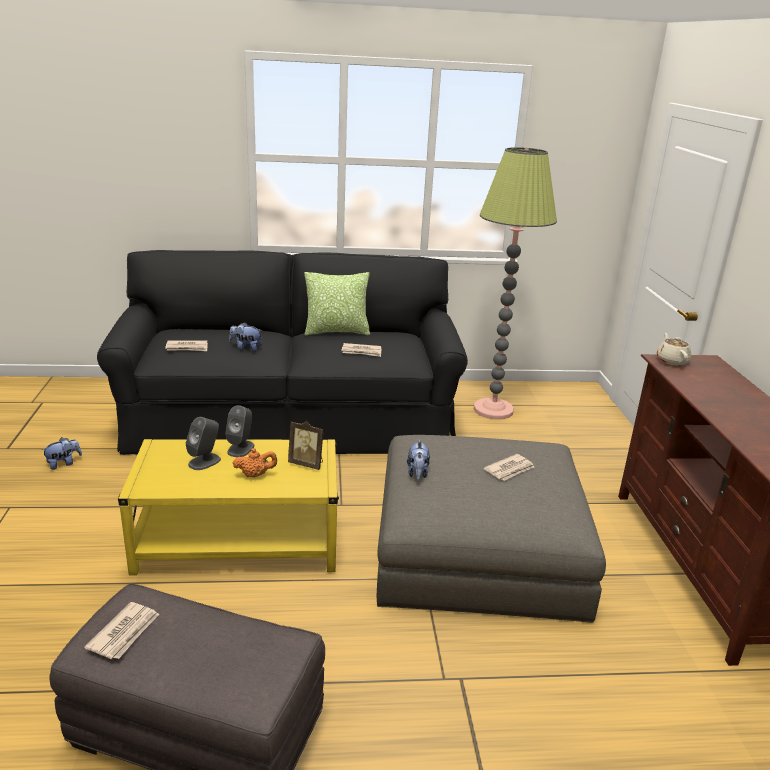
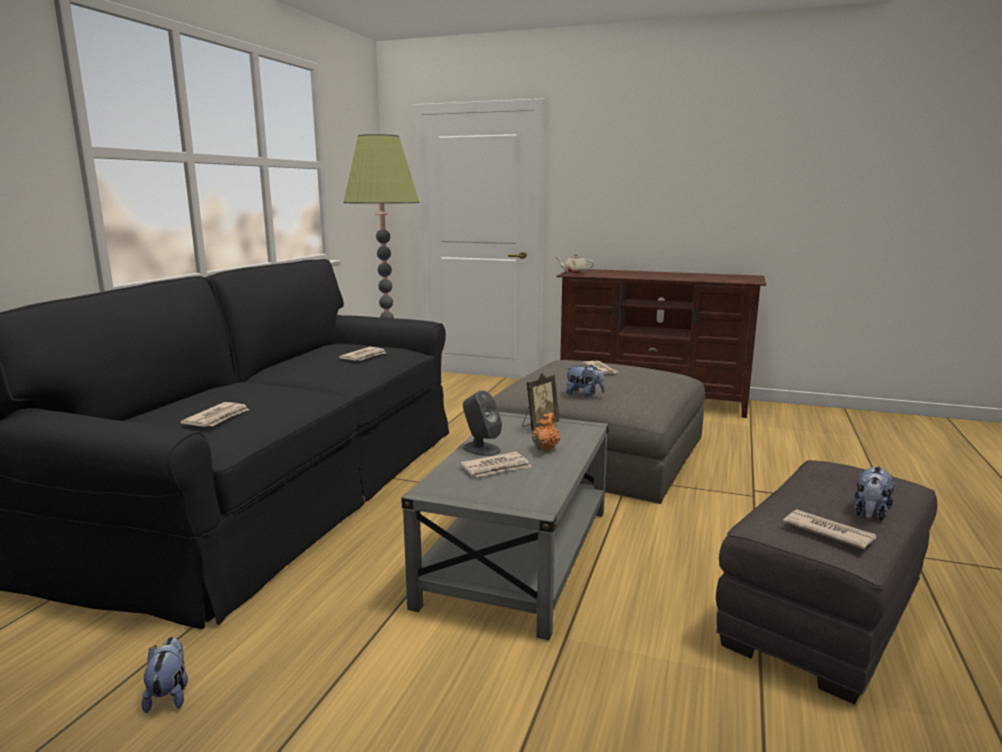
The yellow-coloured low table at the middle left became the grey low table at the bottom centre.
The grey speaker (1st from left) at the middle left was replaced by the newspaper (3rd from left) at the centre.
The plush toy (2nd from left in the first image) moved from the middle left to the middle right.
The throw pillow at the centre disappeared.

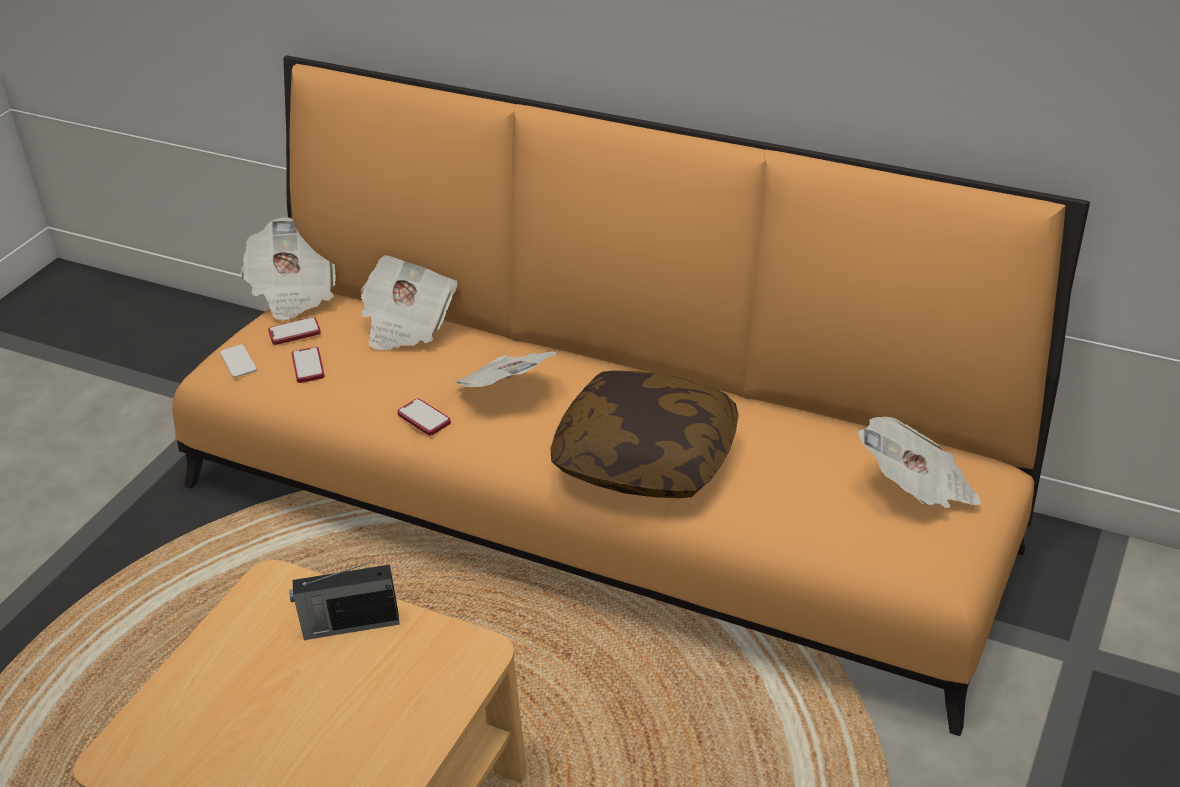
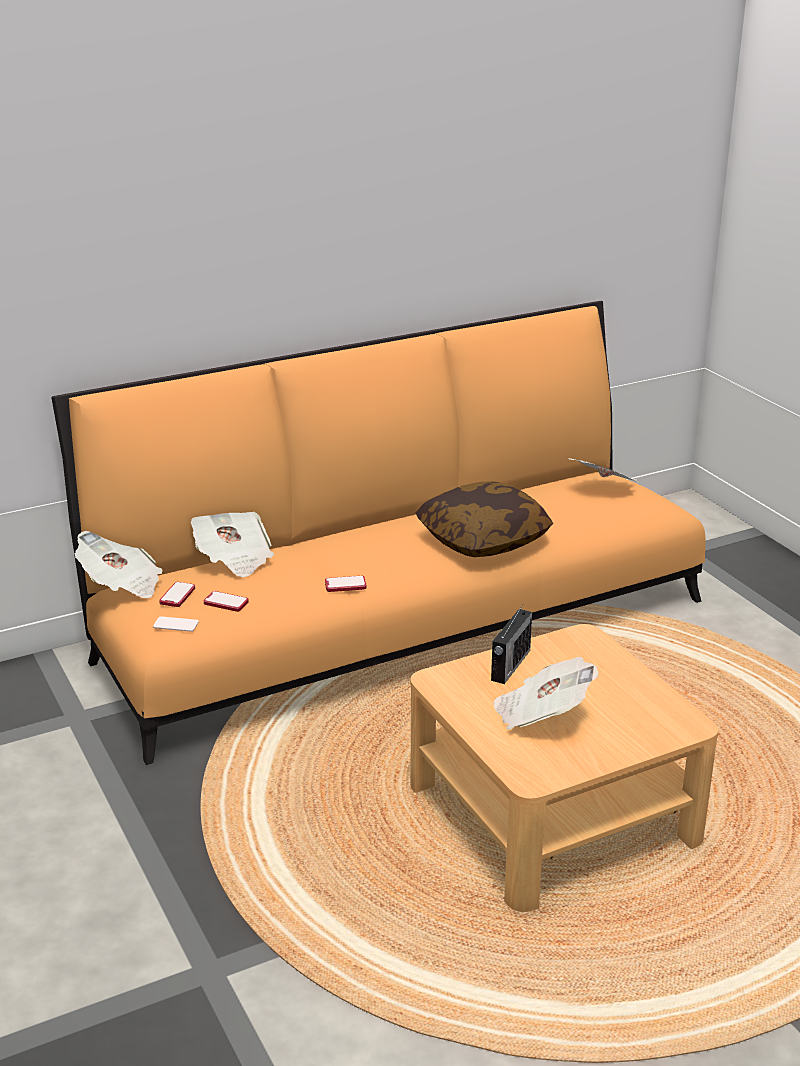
The newspaper (3rd from left) moved from the centre to the middle right.

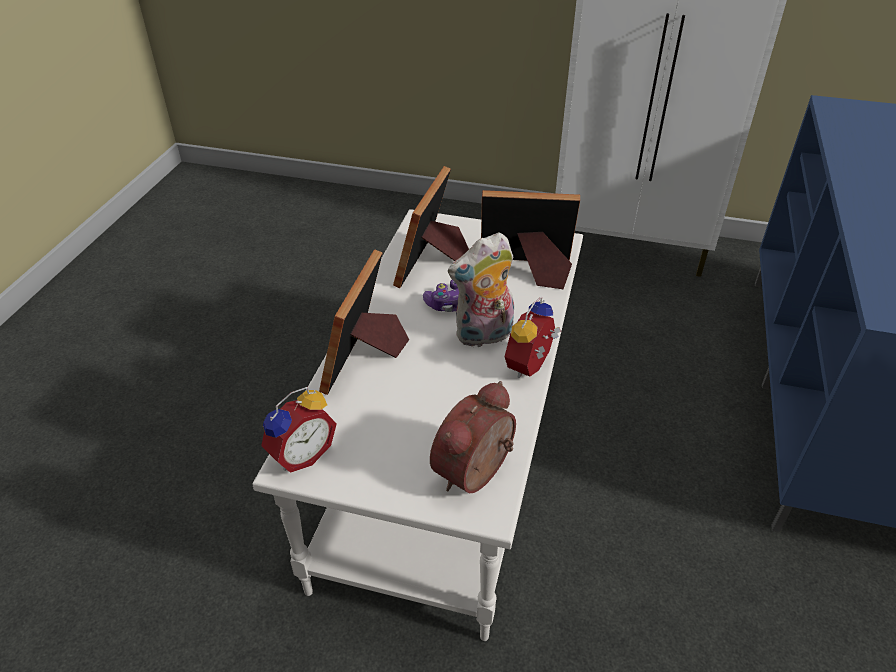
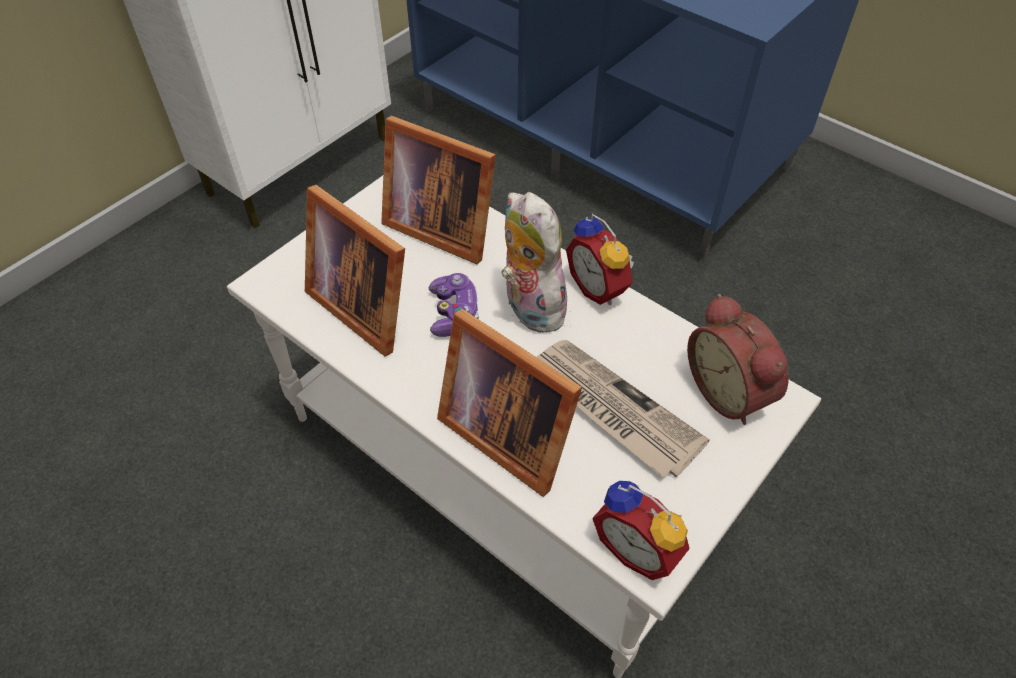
The bedside clock (1st from left in the first image) at the centre turned 150 degrees clockwise.
The plush toy at the centre turned 150 degrees clockwise.
The picture frame (3rd from left in the first image) at the centre turned 90 degrees counterclockwise.
The newspaper at the centre appeared.

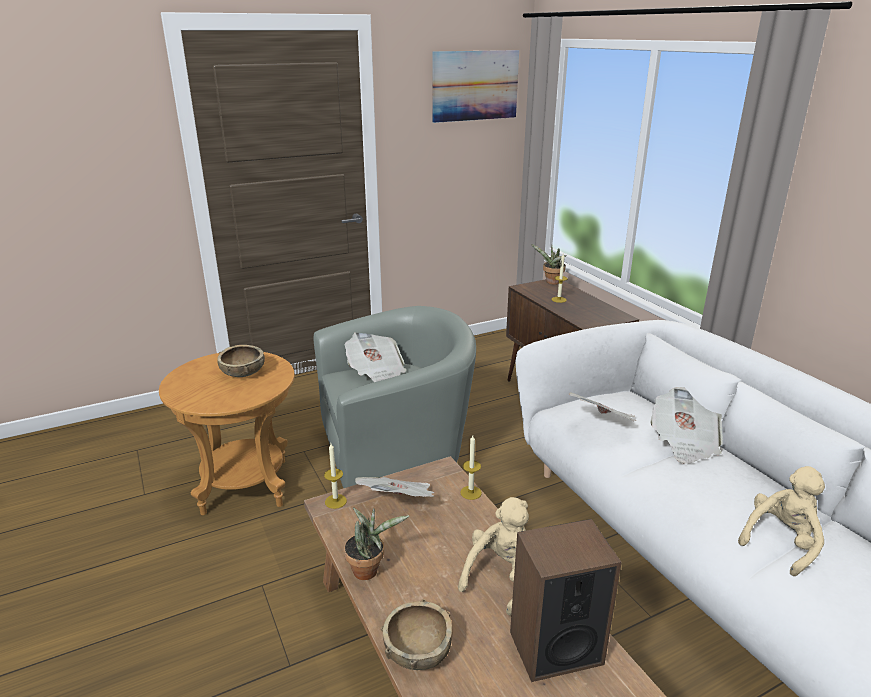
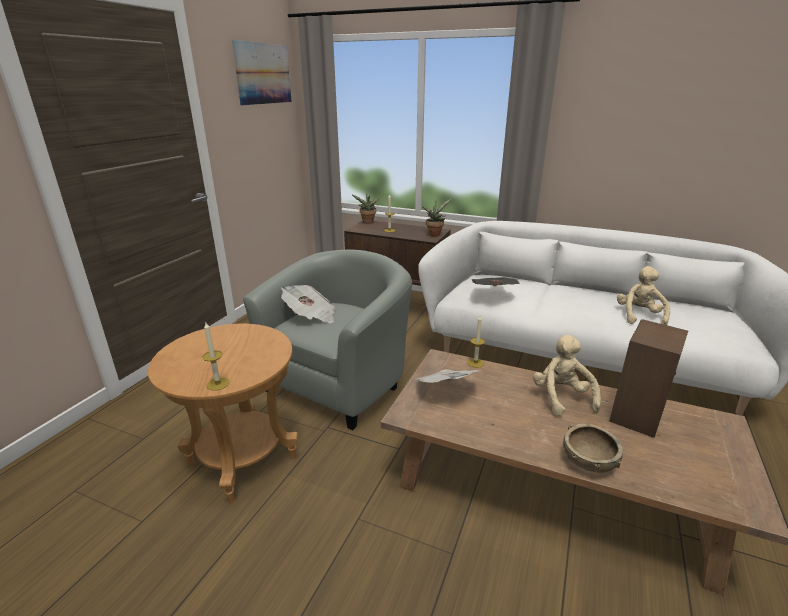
The brown-coloured deep dish (1st from left) at the middle left disappeared.
The wax light (1st from left) moved from the bottom centre to the middle left.
The houseplant (1st from left in the first image) moved from the bottom centre to the centre.
The newspaper (4th from left) at the middle right disappeared.

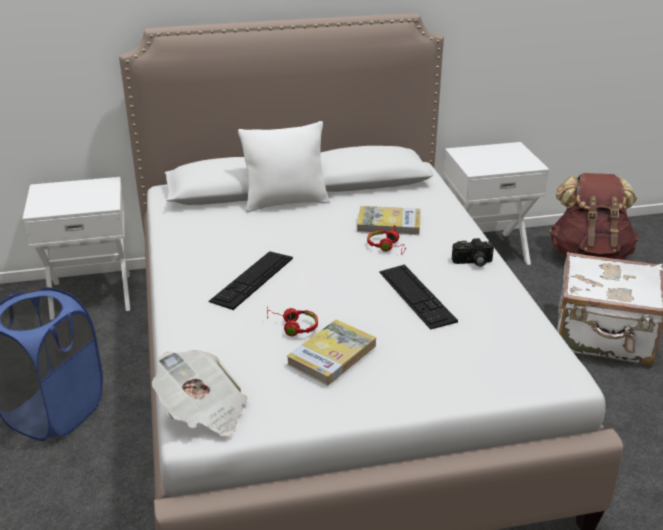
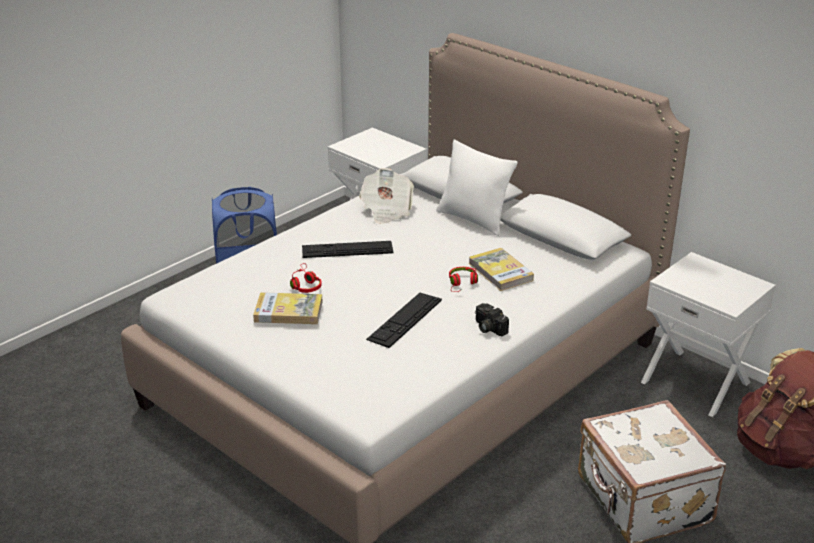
The newspaper moved from the bottom left to the centre.

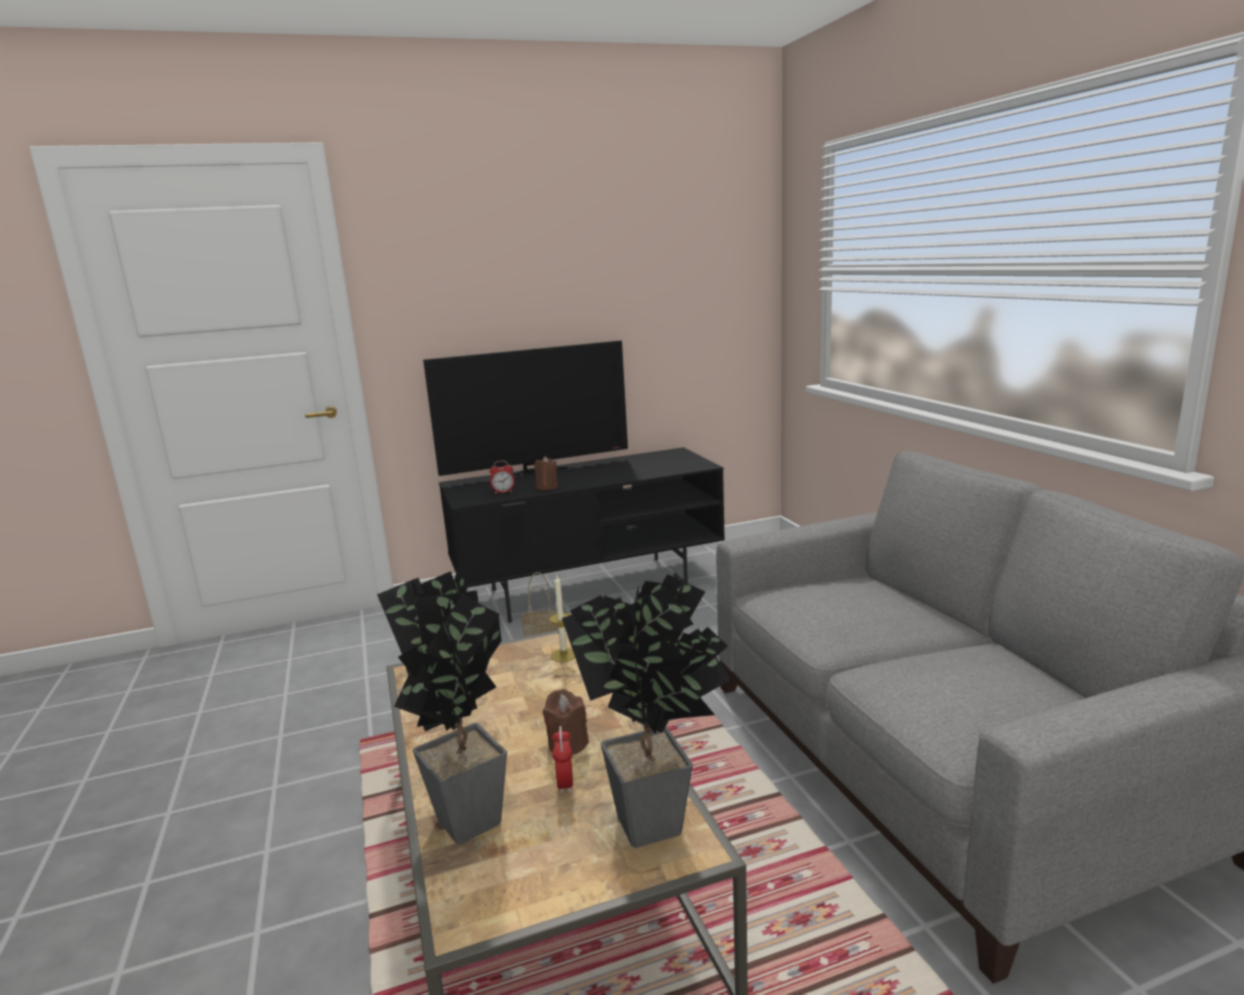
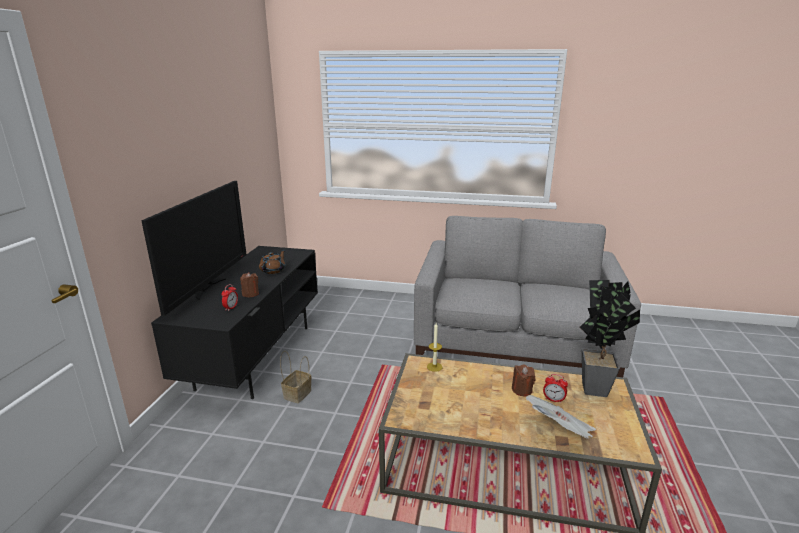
The houseplant (1st from left) at the bottom centre was replaced by the newspaper at the bottom right.
The brown-coloured teapot at the centre appeared.

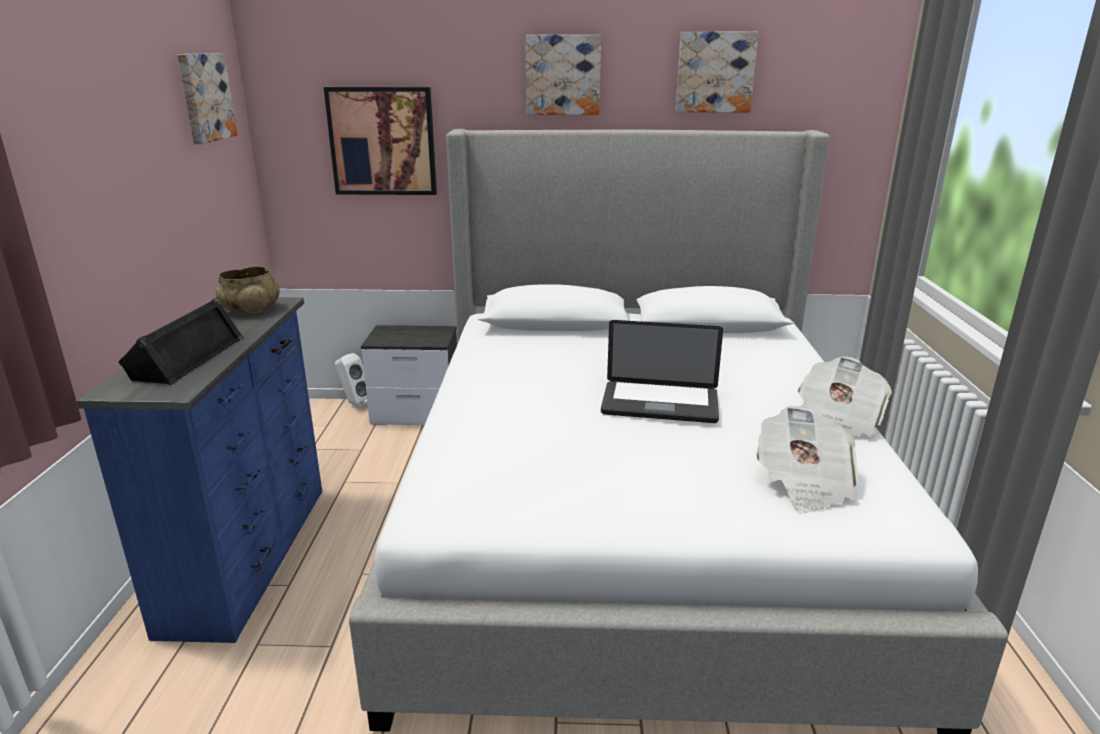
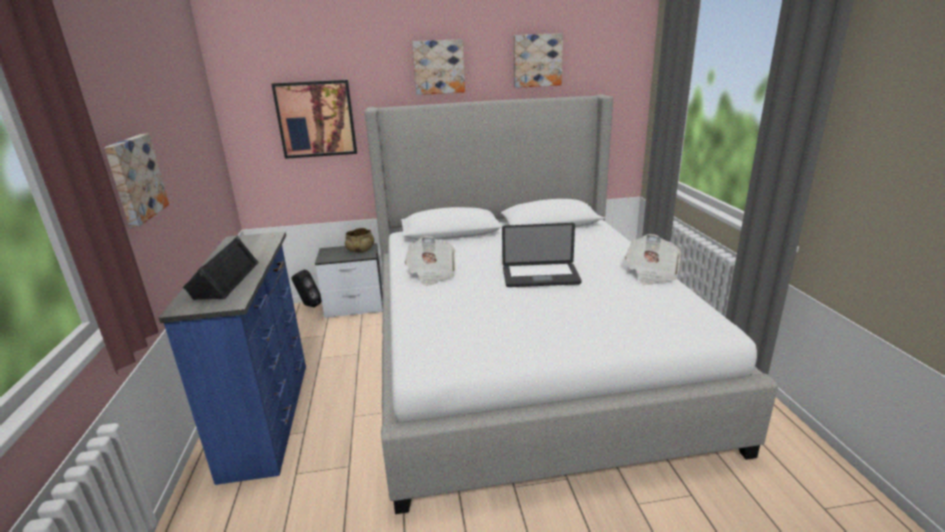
The wall art (1st from left) moved from the top left to the middle left.
The beige-coloured deep dish moved from the middle left to the centre.
The white-coloured speaker at the middle left became the black-coloured speaker (2nd from left) at the middle left.
The newspaper (1st from left) moved from the middle right to the centre.

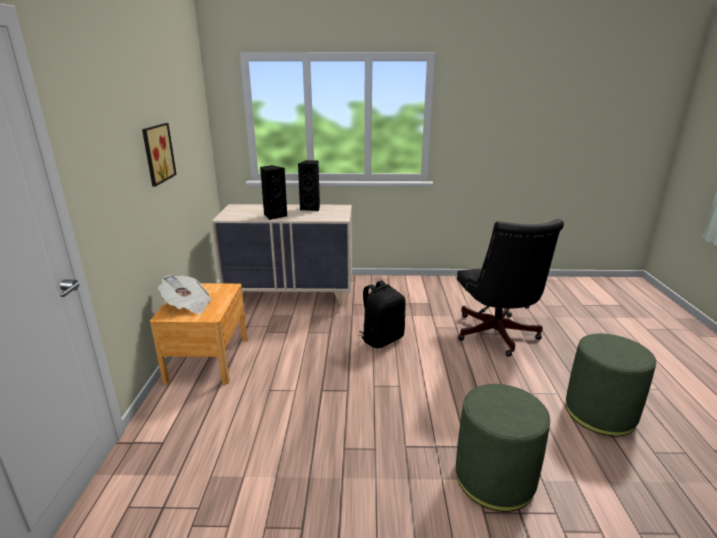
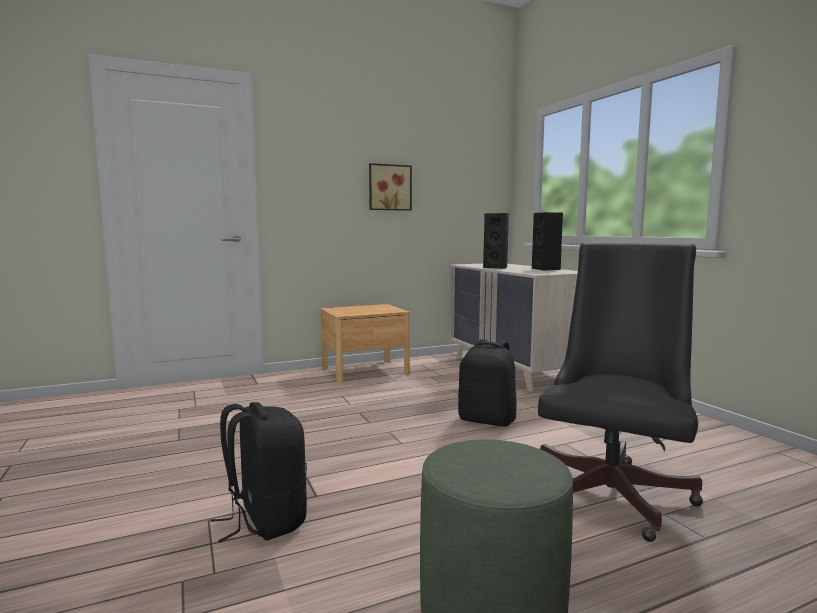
The newspaper at the middle left disappeared.
The green pouffe (1st from left) at the bottom right was replaced by the black-coloured knapsack (1st from left) at the bottom left.
The black-coloured computer chair at the middle right turned 150 degrees clockwise.

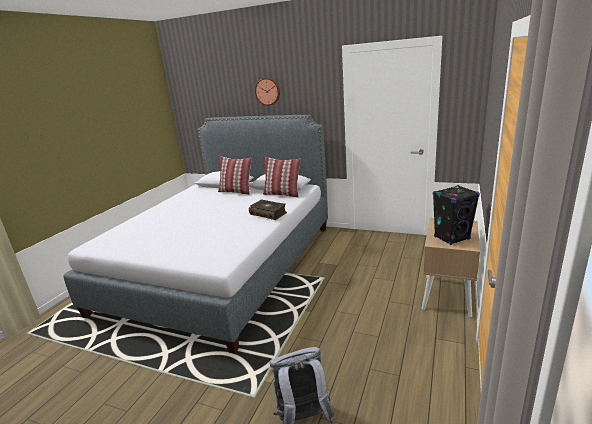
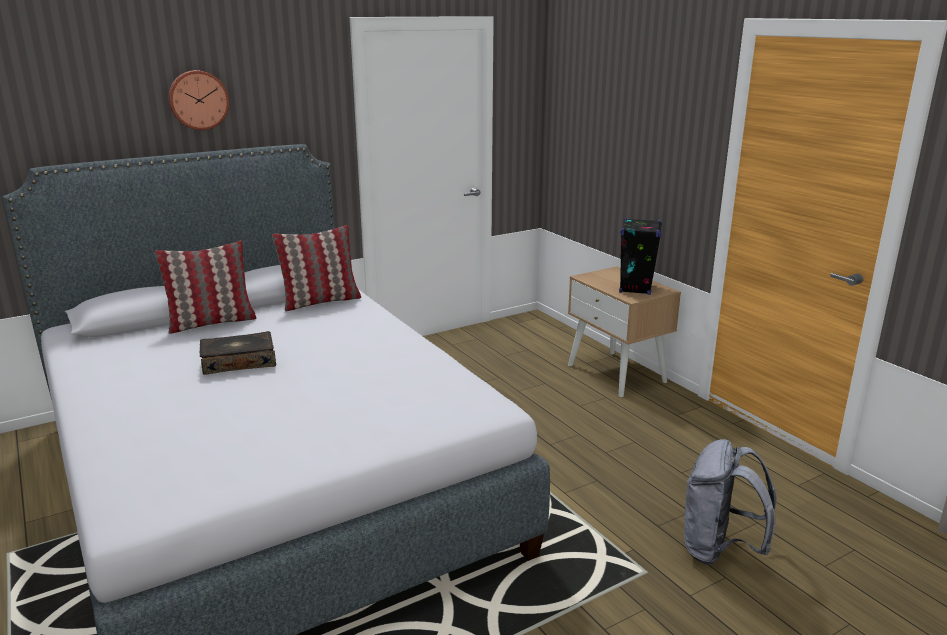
The bound book moved from the centre to the middle left.

